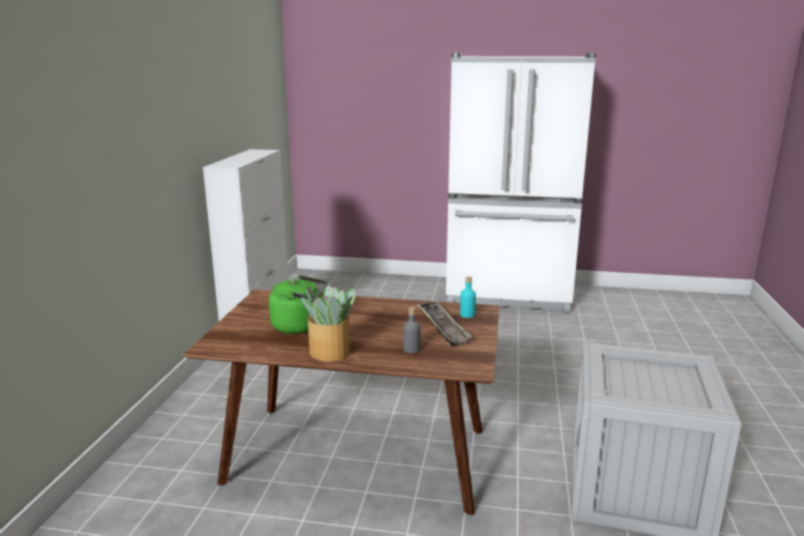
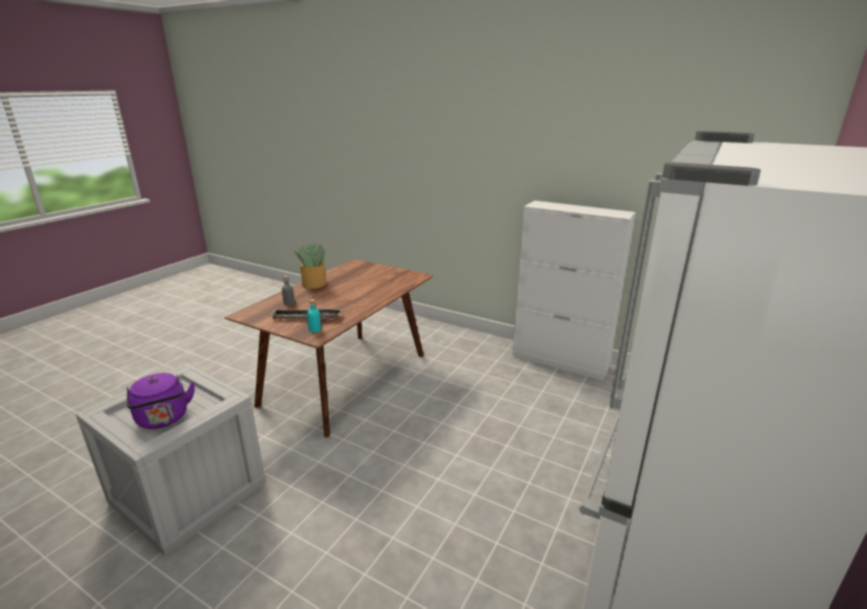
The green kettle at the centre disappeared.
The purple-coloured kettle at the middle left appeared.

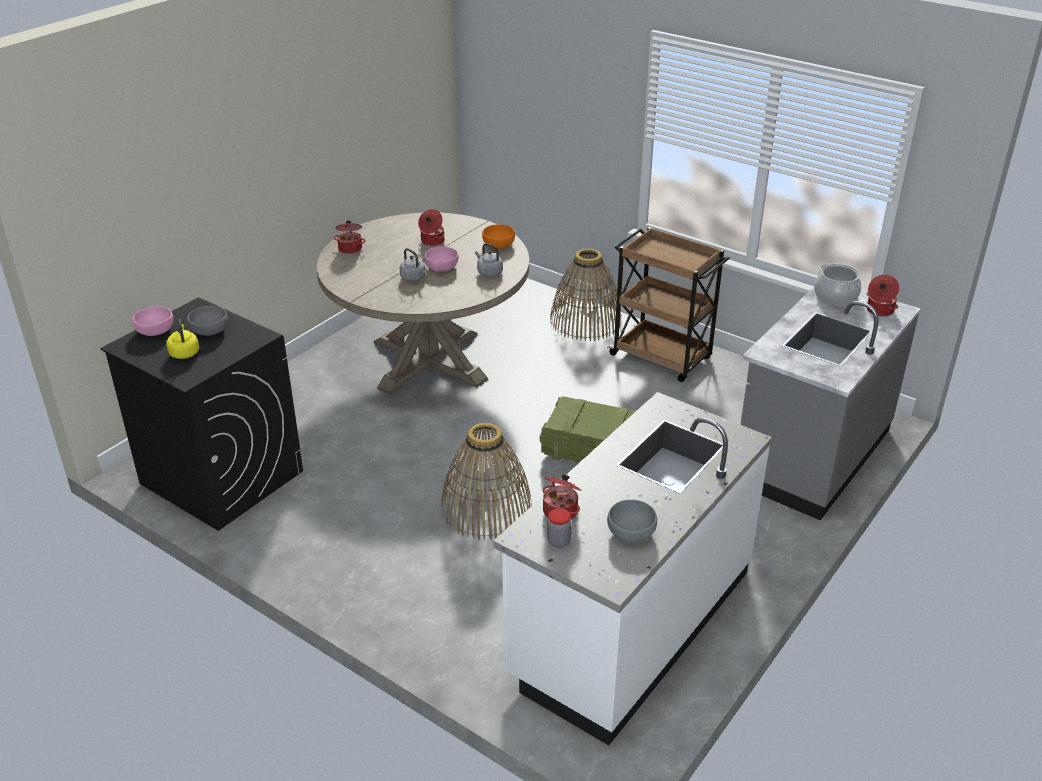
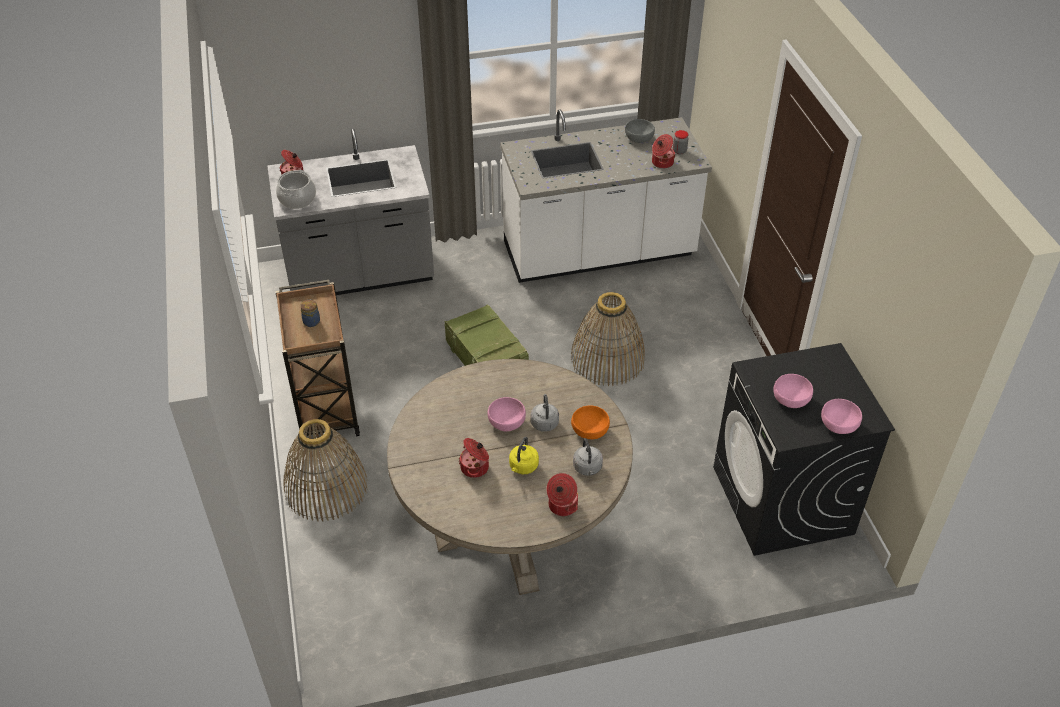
The yellow-coloured kettle moved from the middle left to the centre.
The grey deep dish (1st from left) at the middle left became the pink-coloured deep dish (2nd from left) at the middle right.
The grey kettle (2nd from left) moved from the top centre to the centre.
The orangey deep dish moved from the top centre to the centre.
The storage jar (1st from left) at the middle left appeared.

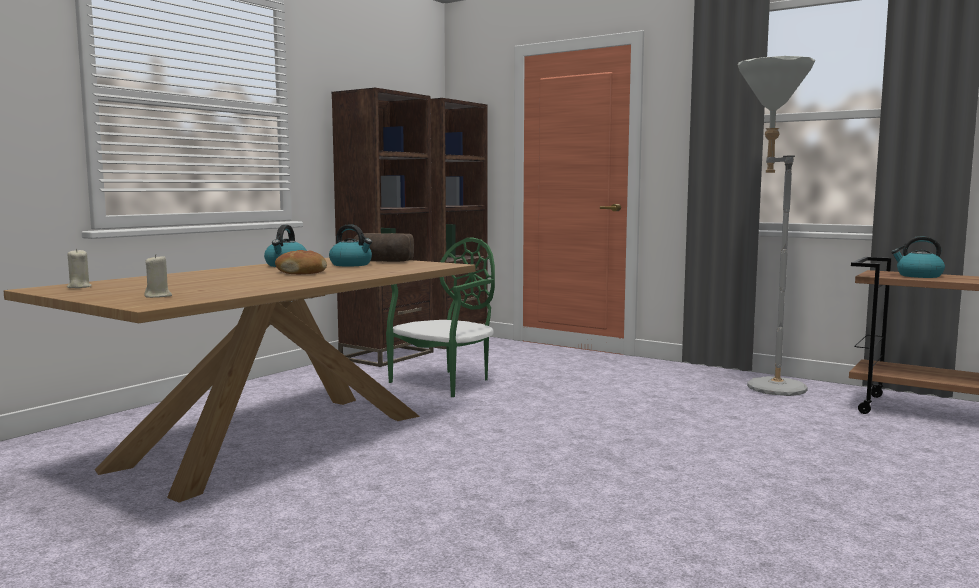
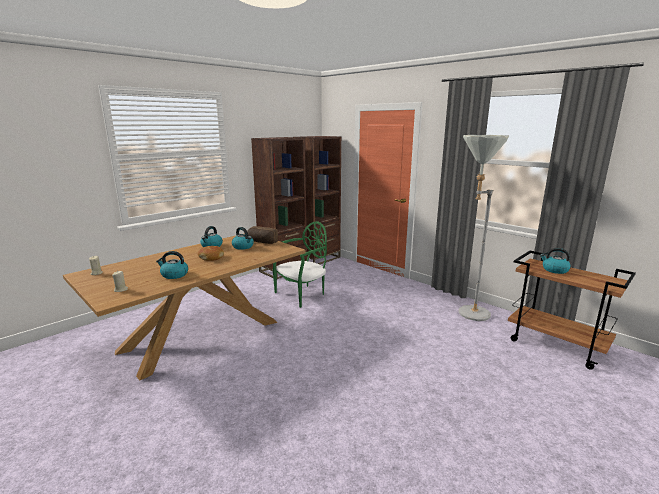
The kettle (1st from left) at the middle left appeared.

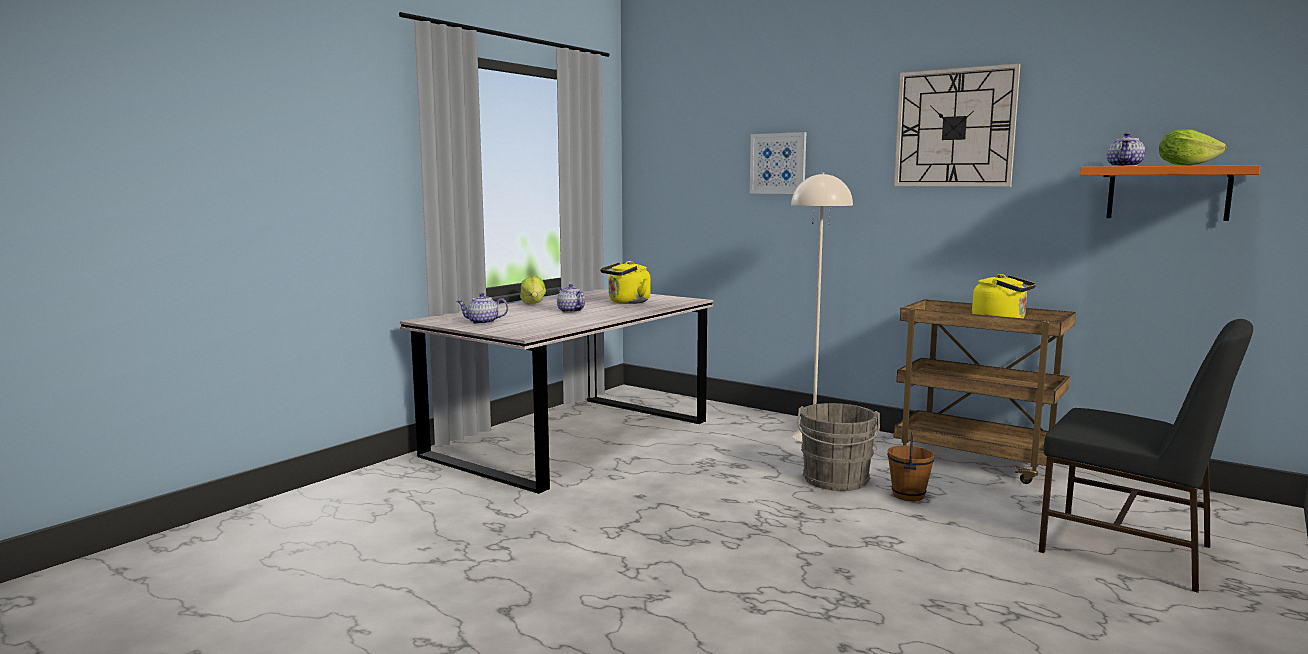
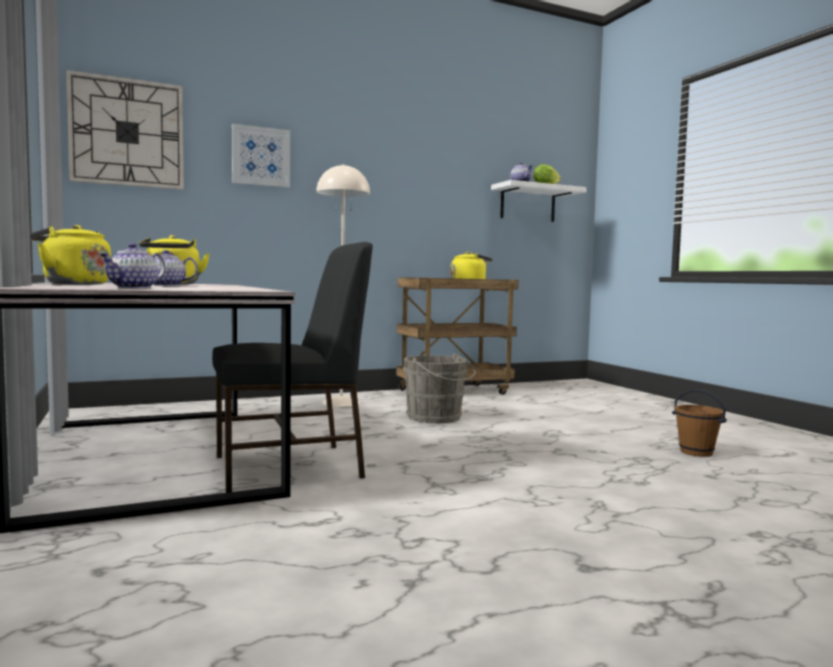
The lettuce (1st from left) at the centre was replaced by the yellow-coloured kettle (1st from left) at the middle left.
The brown-coloured water bucket moved from the bottom right to the middle right.
The wall clock moved from the top right to the top left.
The black-coloured chair moved from the bottom right to the centre.
The orangey wall shelf at the top right became the white-coloured wall shelf at the top centre.

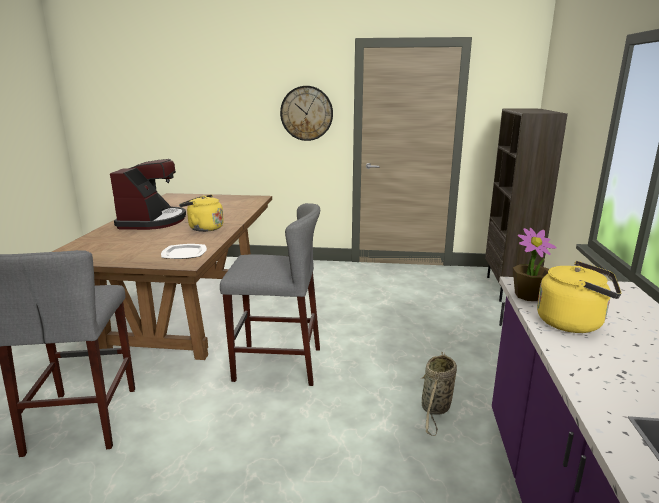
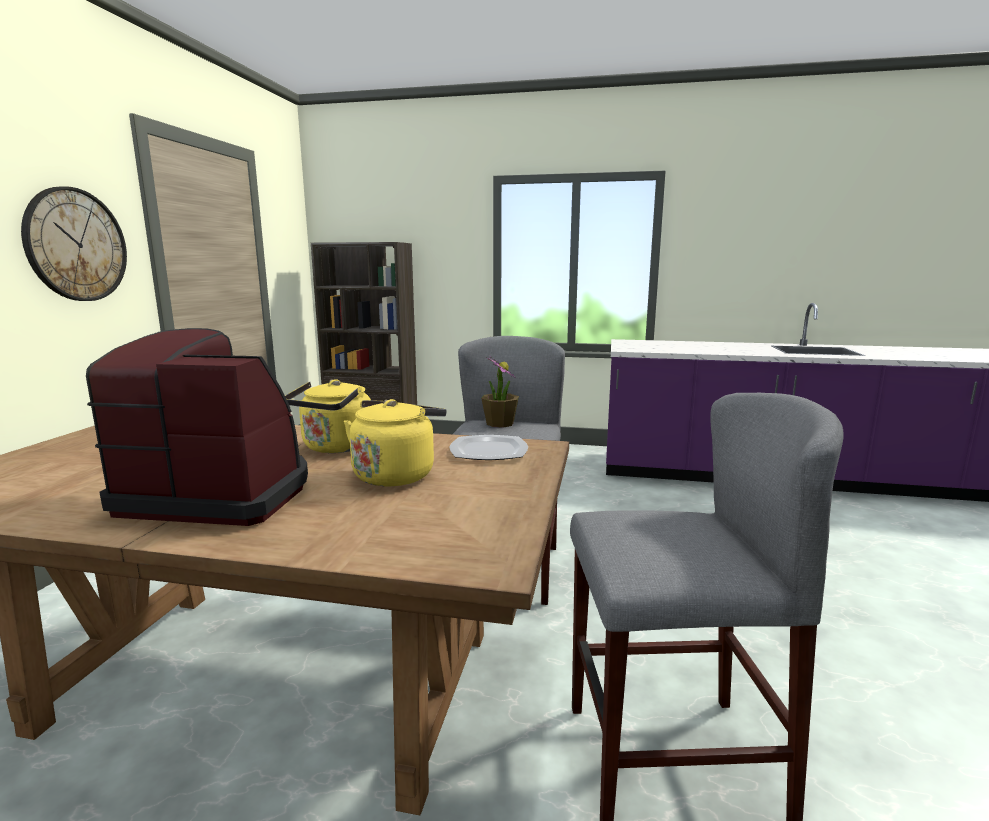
The storage basket at the bottom centre disappeared.
The houseplant moved from the middle right to the centre.
The yellow-coloured kettle (2nd from left) moved from the middle right to the centre.

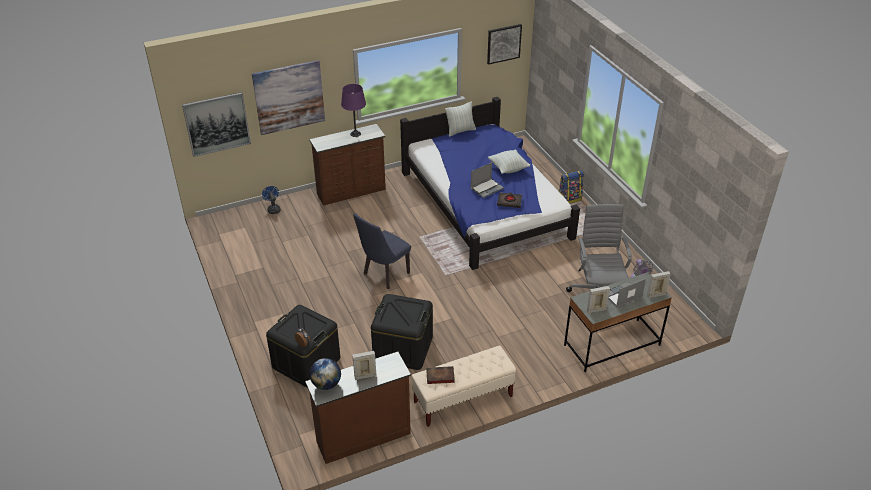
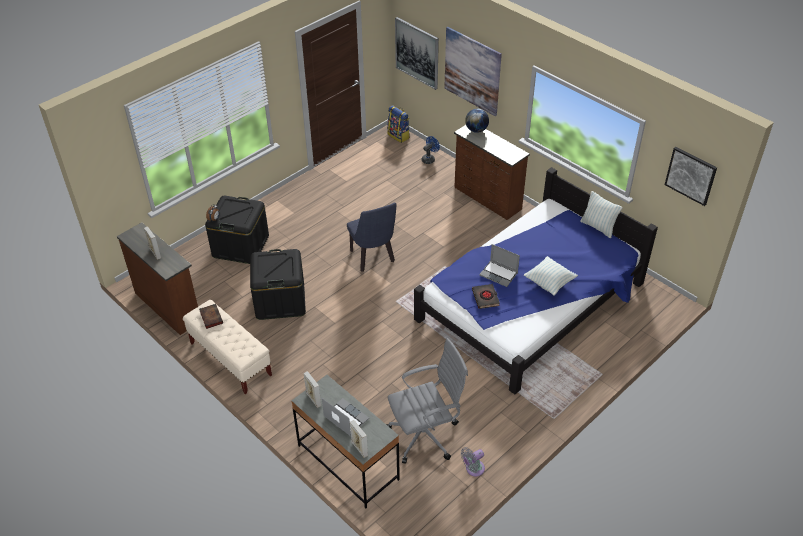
The world globe moved from the bottom centre to the top centre.
The purple-coloured lamp for a table at the top centre disappeared.
The blue-coloured chair at the centre turned 135 degrees counterclockwise.
The knapsack moved from the centre to the top centre.

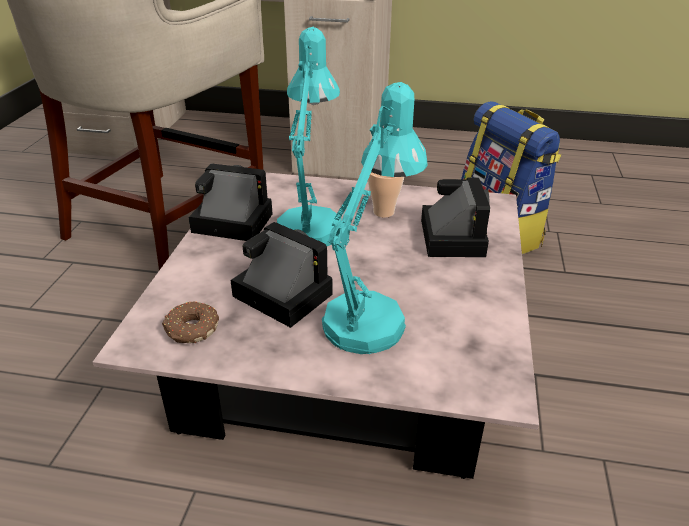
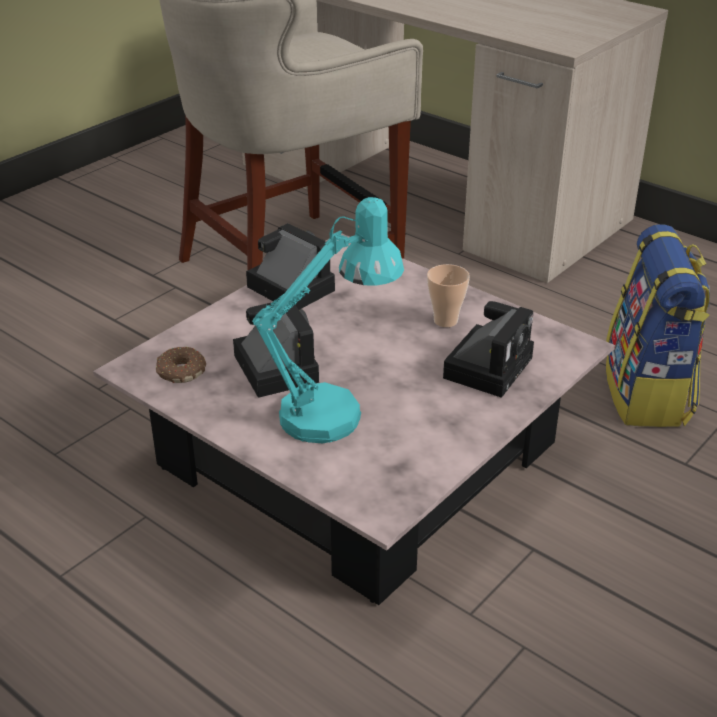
The blue-green lamp for a table (1st from left) at the top centre disappeared.

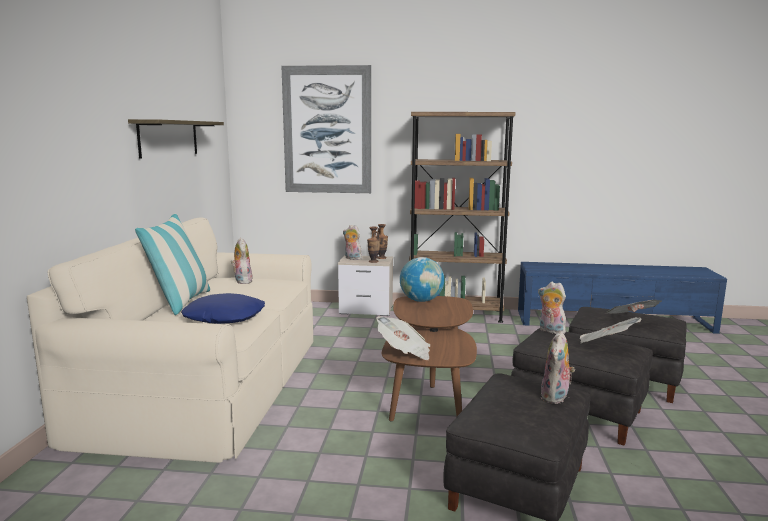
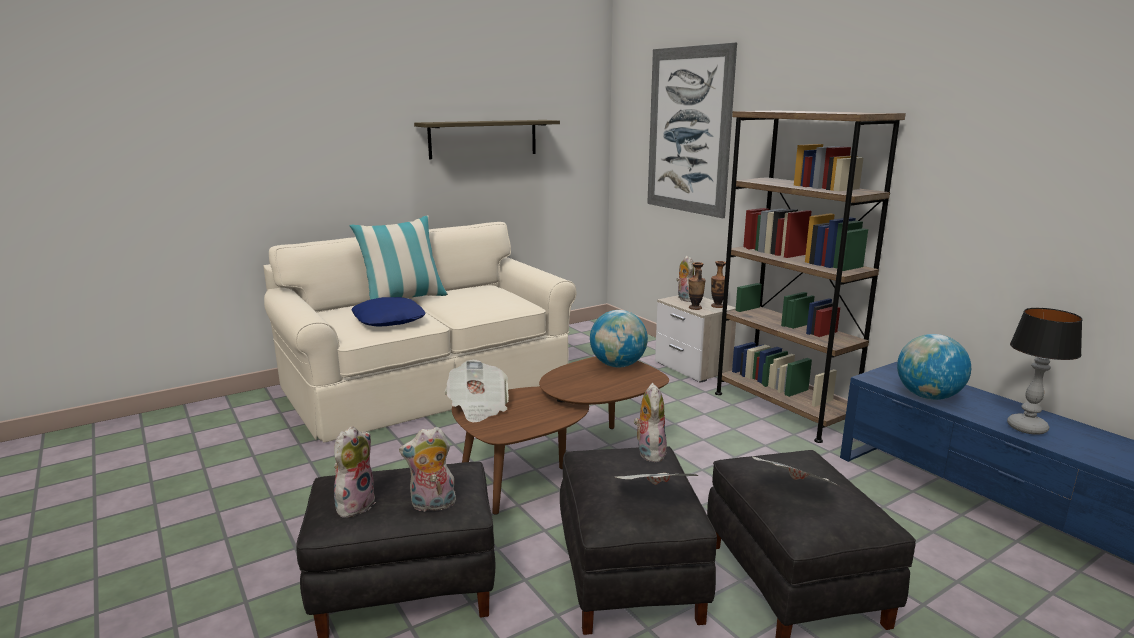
The plush toy (1st from left) moved from the middle left to the bottom left.
The world globe (2nd from left) at the middle right appeared.
The lamp for a table at the middle right appeared.

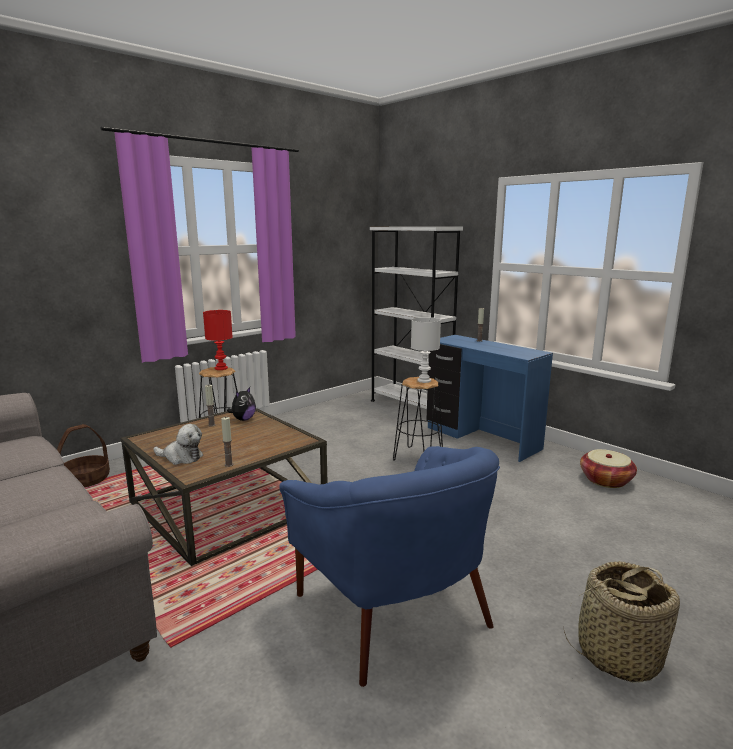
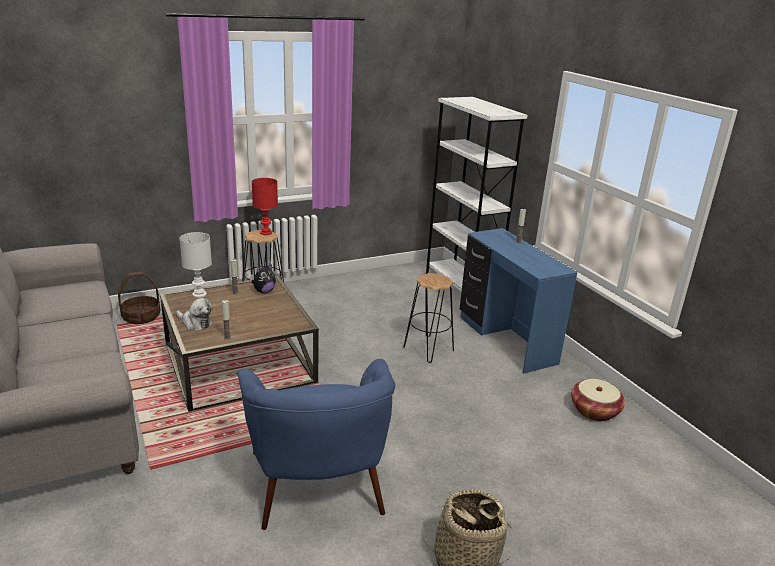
The white-coloured lamp for a table moved from the centre to the middle left.

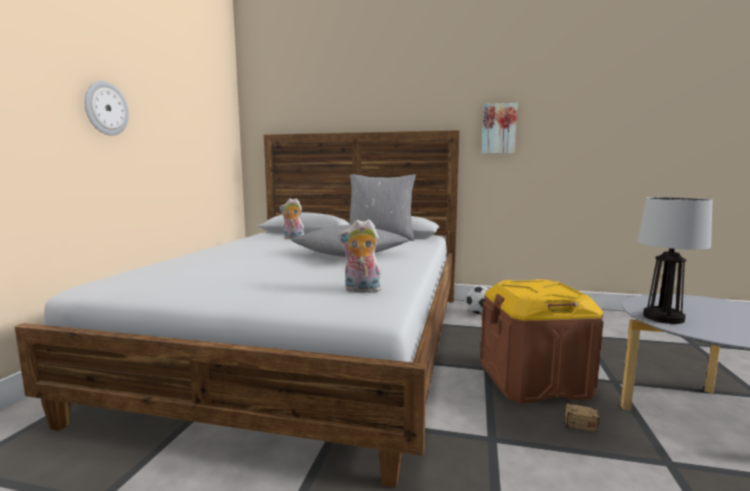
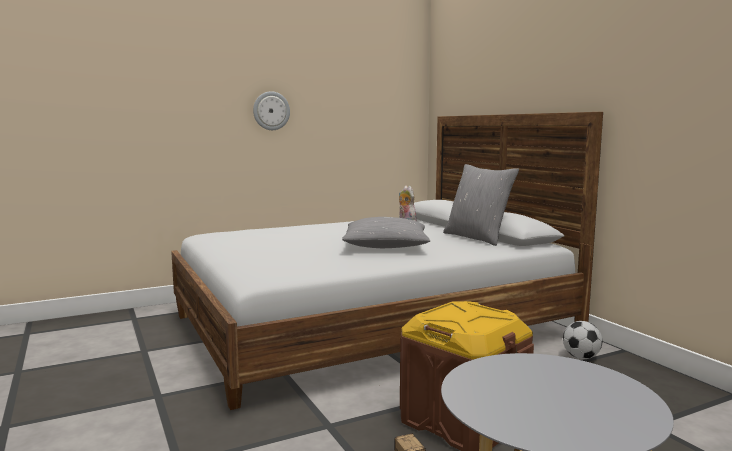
The plush toy (2nd from left) at the centre disappeared.
The wall art at the top right disappeared.
The lamp for a table at the middle right disappeared.

